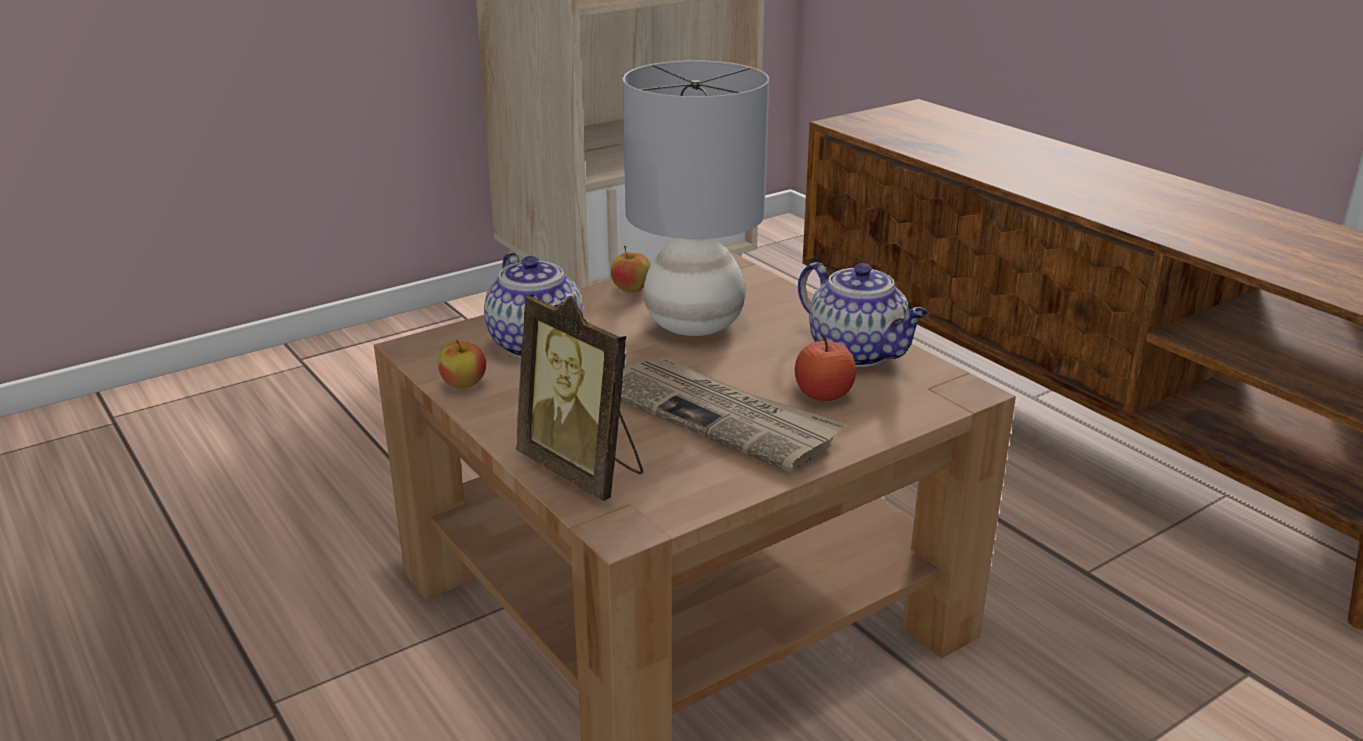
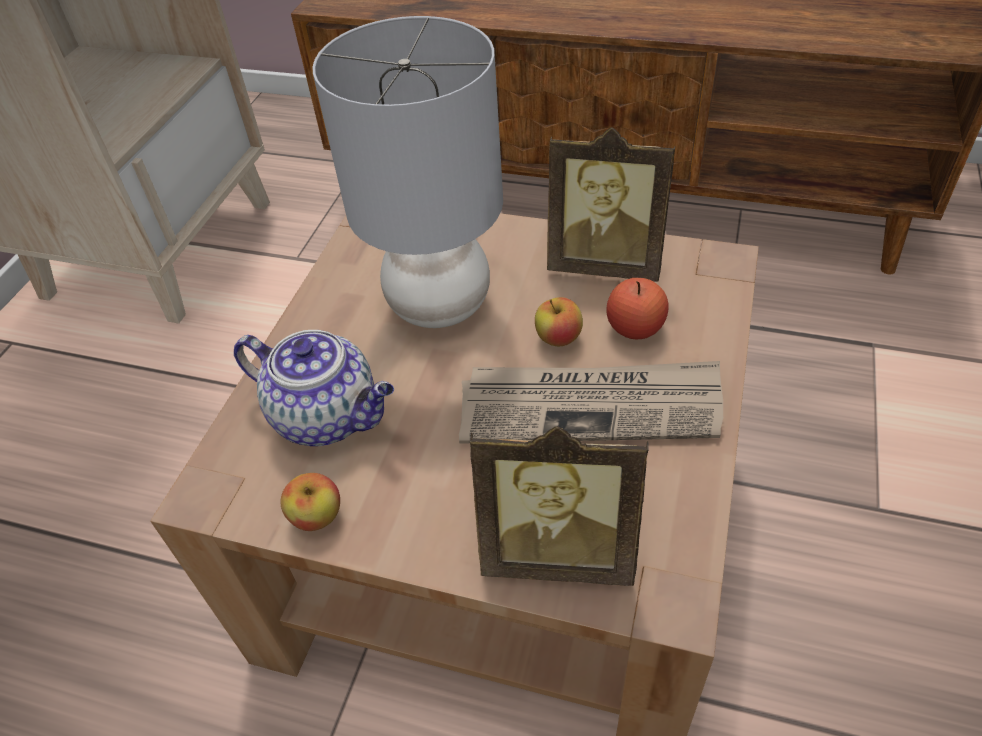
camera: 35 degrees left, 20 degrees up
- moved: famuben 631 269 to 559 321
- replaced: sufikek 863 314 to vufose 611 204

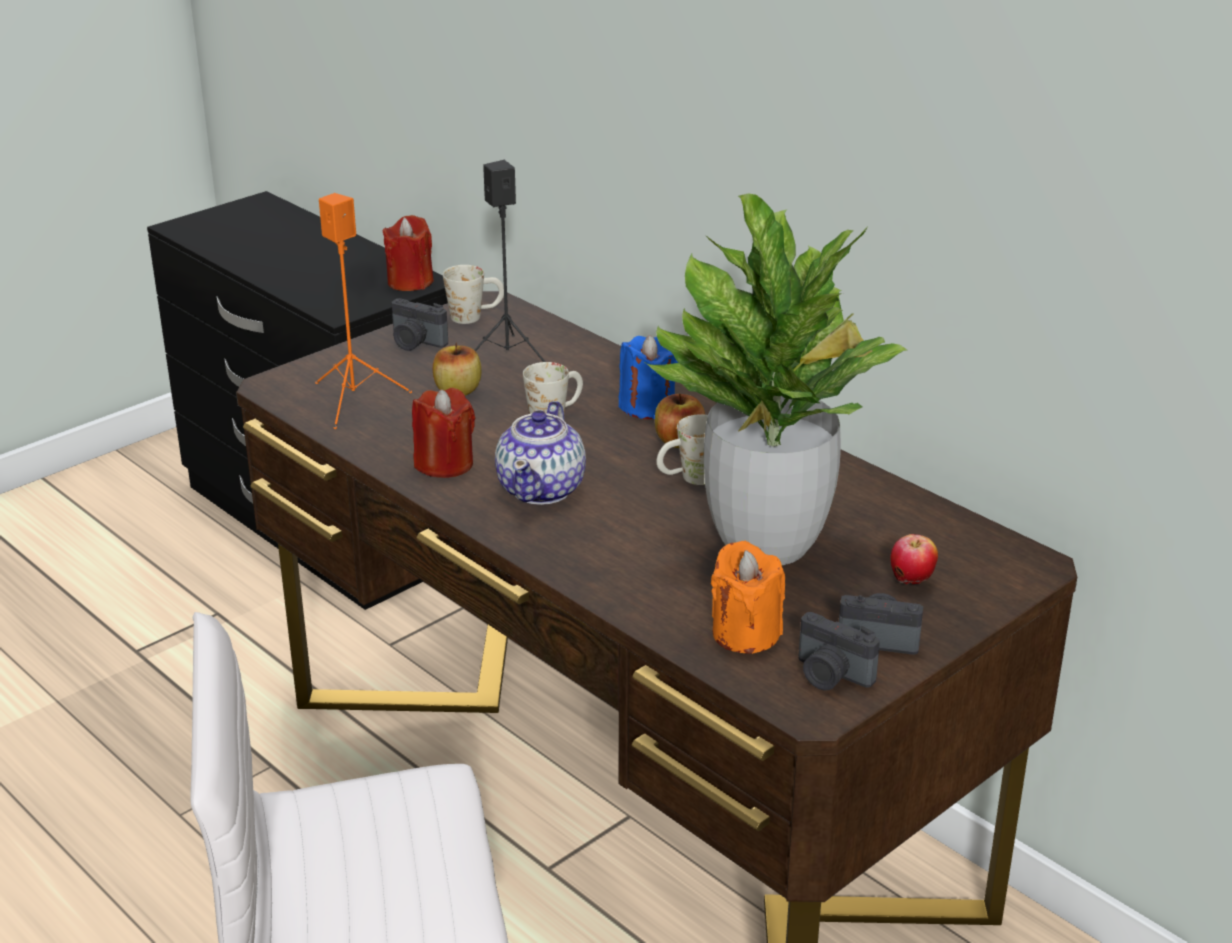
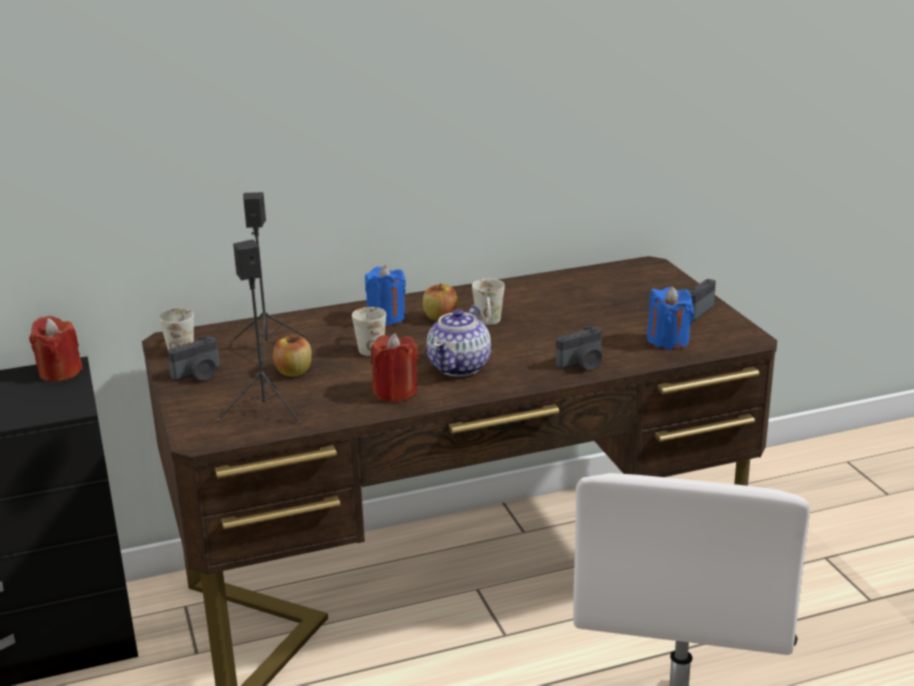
camera: 65 degrees left, 5 degrees down
- recoloured: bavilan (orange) 363 311 to bavilan (black) 259 331
- turned: sufikek 540 453 = 459 341 75 degrees clockwise
- removed: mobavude 776 379
- recoloured: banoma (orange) 748 597 to banoma (blue) 670 318
- moved: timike 839 651 to 579 348
- removed: famuben 914 559

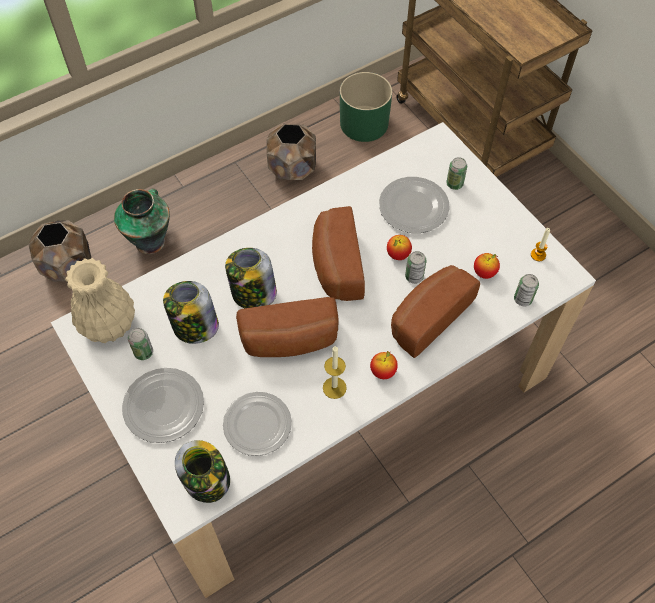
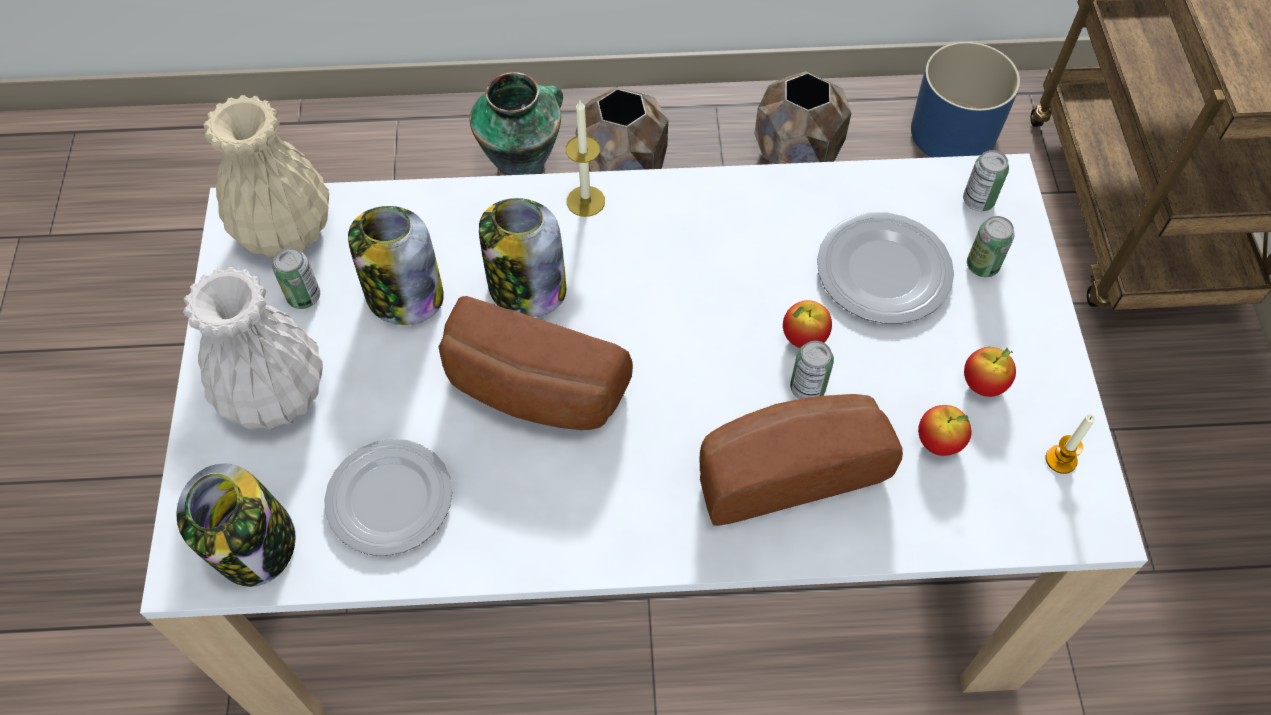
camera: 30 degrees right, 0 degrees up
- moved: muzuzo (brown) 59 251 to 622 129
- replaced: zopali 163 405 to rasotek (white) 253 348
- removed: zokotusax 338 253
- moved: banoma 335 372 to 585 158
- recoloured: muzuzo (green) 366 107 to muzuzo (blue) 965 100
- moved: famuben 384 365 to 990 372
- moved: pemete 526 290 to 986 180

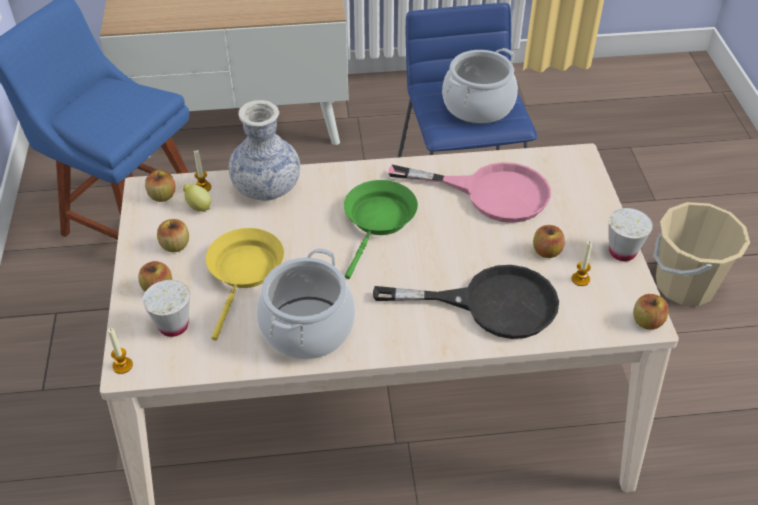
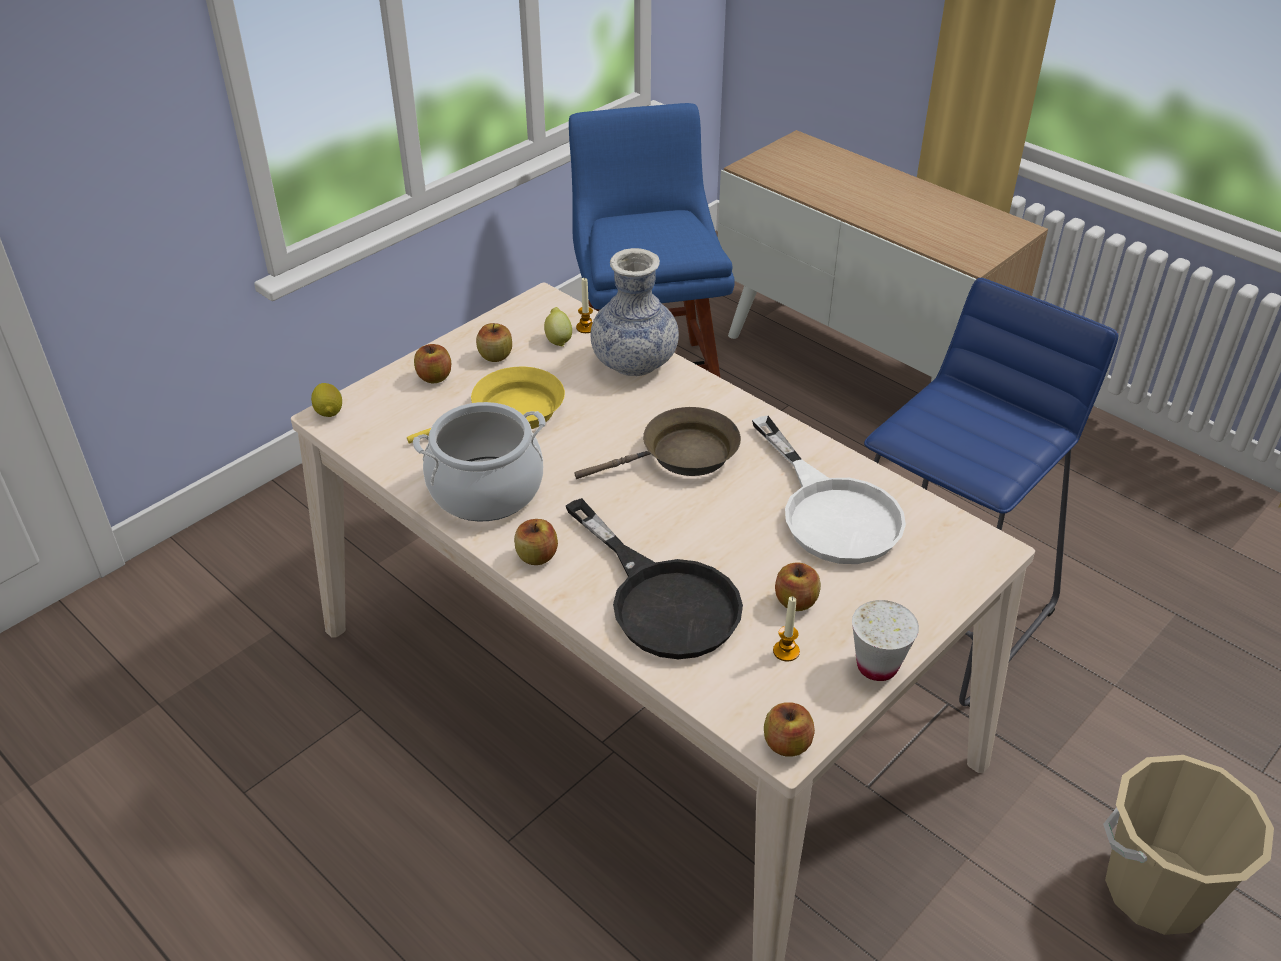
camera: 50 degrees right, 5 degrees down
- replaced: banoma 120 351 to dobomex 326 400
- removed: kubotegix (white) 166 308
- moved: famuben 160 186 to 536 542
- recoloured: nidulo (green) 381 229 to nidulo (brown) 657 443
- recoloured: nidulo (pink) 469 192 to nidulo (white) 829 489
- removed: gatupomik 480 86

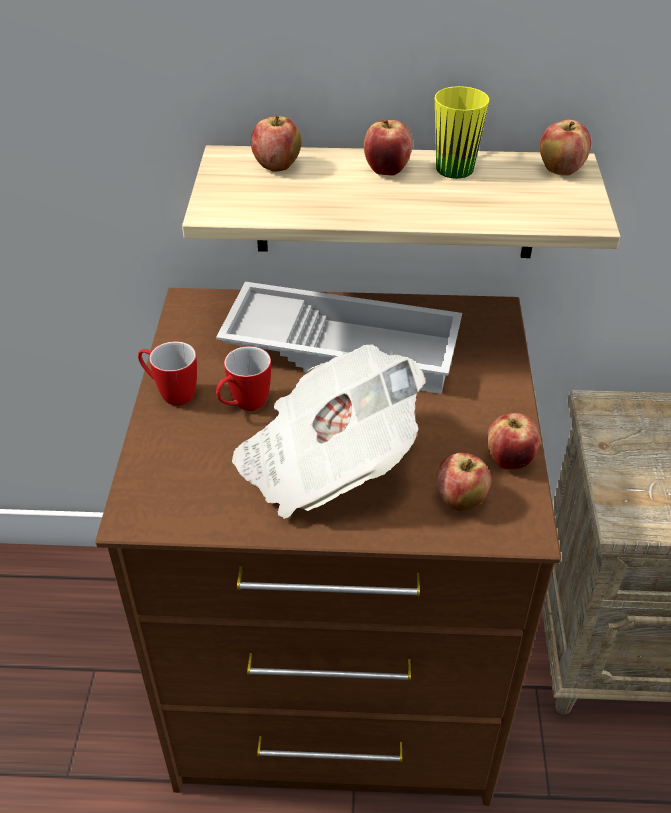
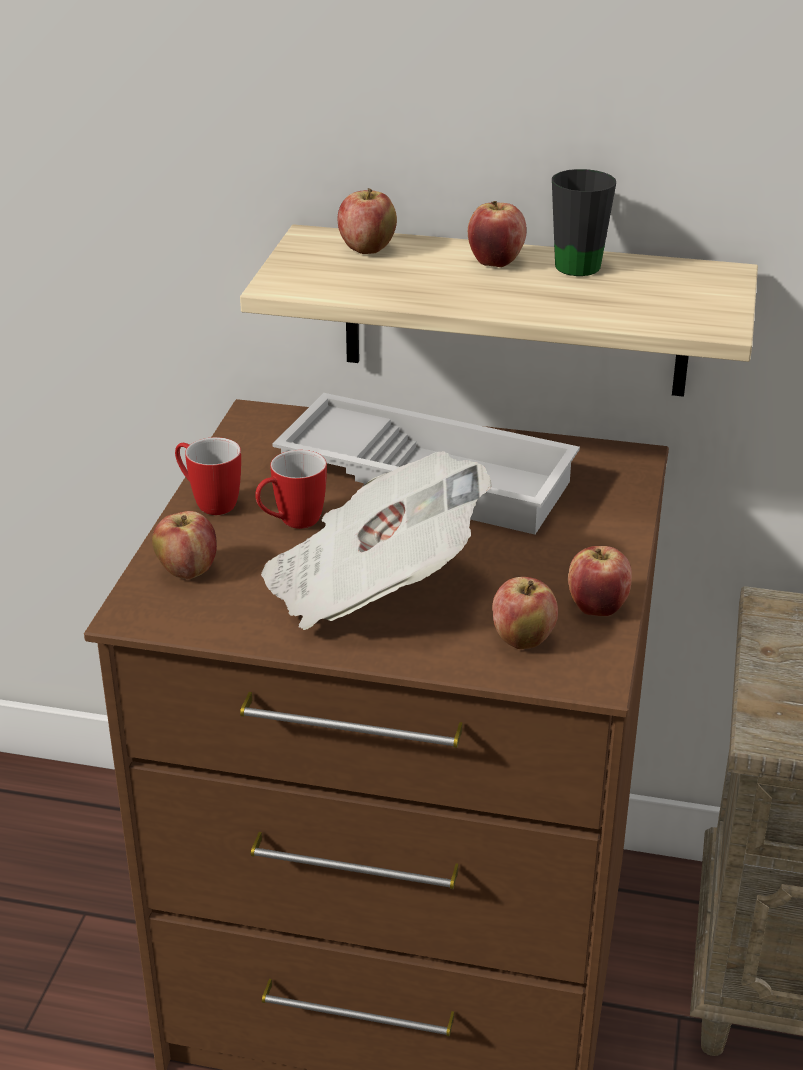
camera: 10 degrees right, 10 degrees down
- recoloured: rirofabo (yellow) 462 132 to rirofabo (black) 584 222
- moved: famuben 565 148 to 184 545

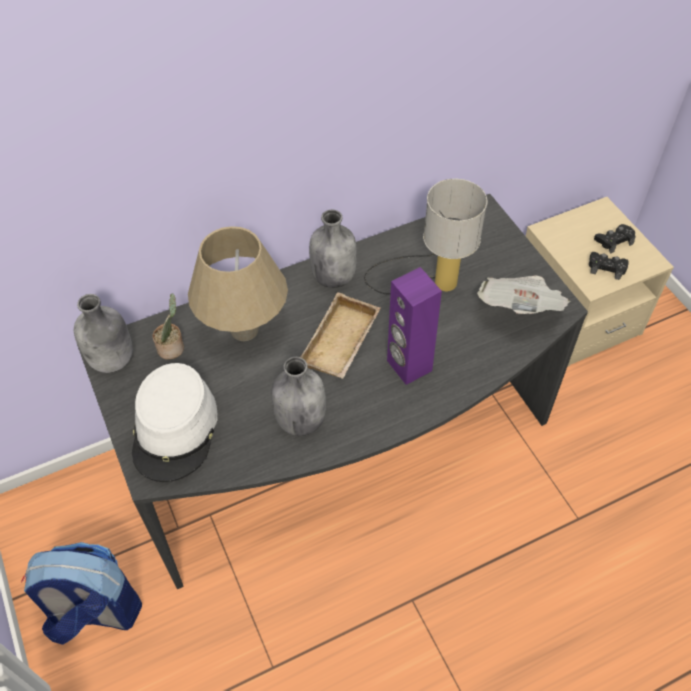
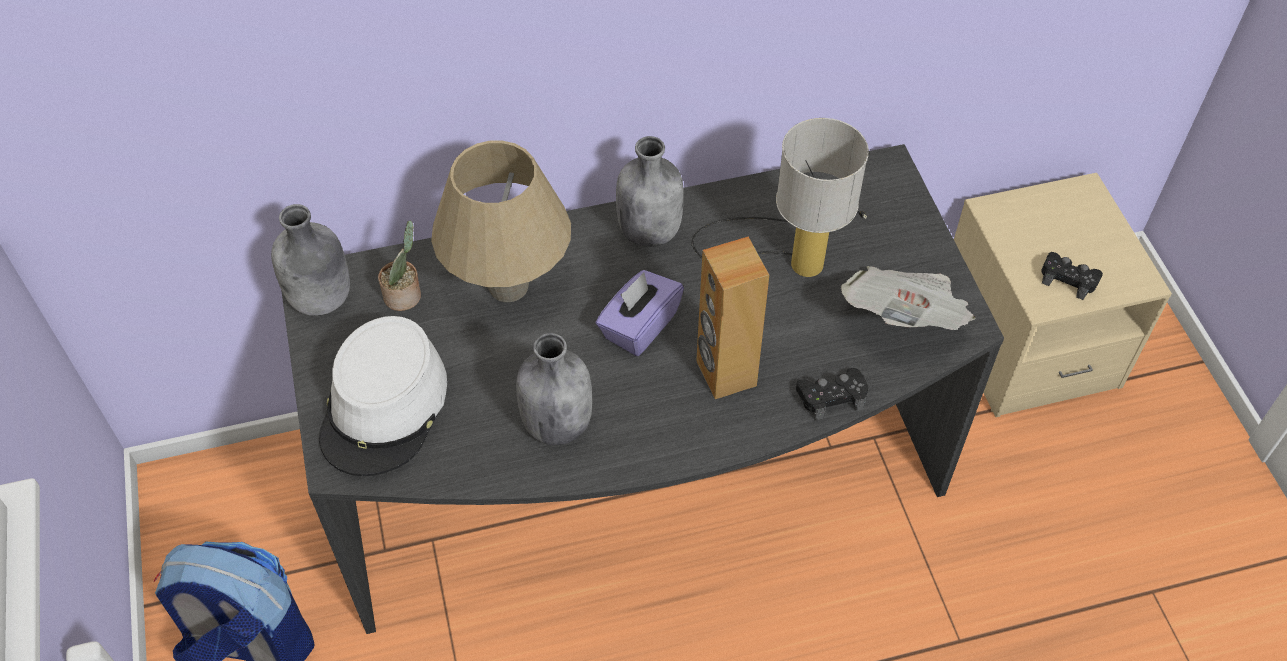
camera: 10 degrees right, 0 degrees up
- replaced: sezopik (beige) 340 335 to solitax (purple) 640 313
- recoloured: bavilan (purple) 414 326 to bavilan (brown) 732 318
- moved: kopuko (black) 615 239 to 832 394

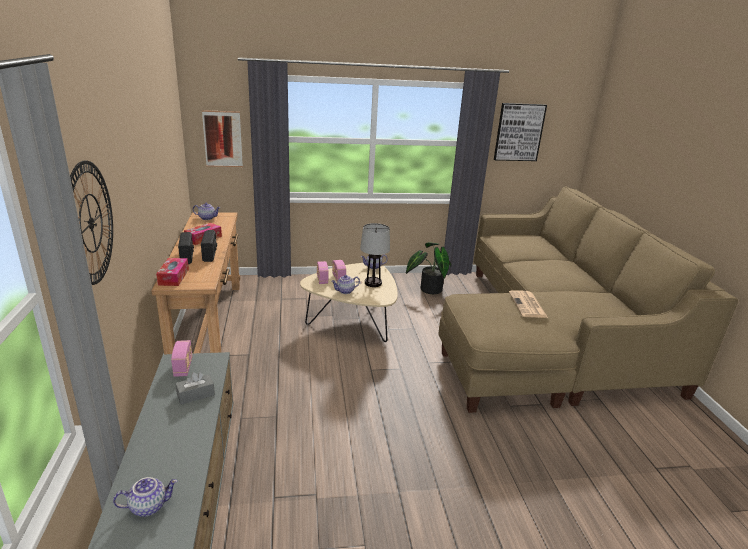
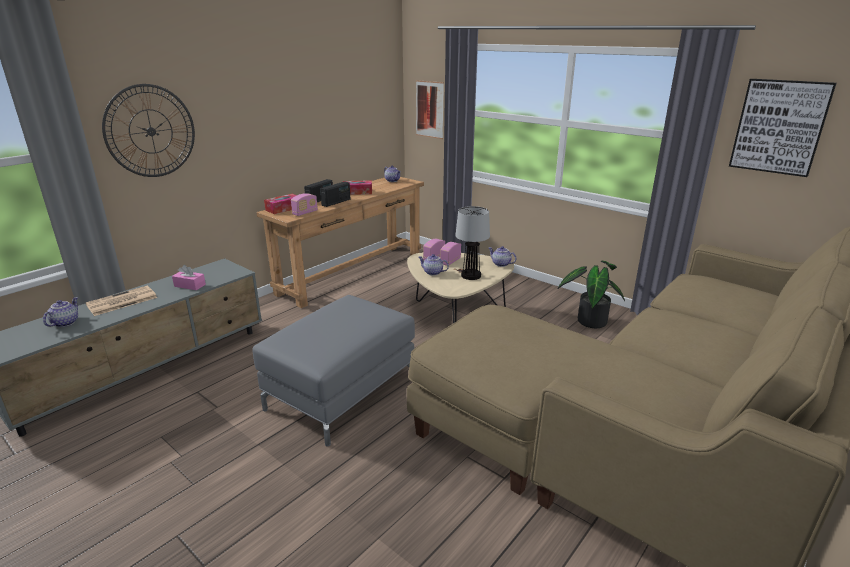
camera: 50 degrees right, 0 degrees up
- turned: sufikek 145 497 = 60 312 105 degrees counterclockwise
- moved: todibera 182 358 to 304 204
- recoloured: solitax (grey) 195 388 to solitax (pink) 189 277
- moved: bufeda 528 304 to 121 301
- added: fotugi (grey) 334 370

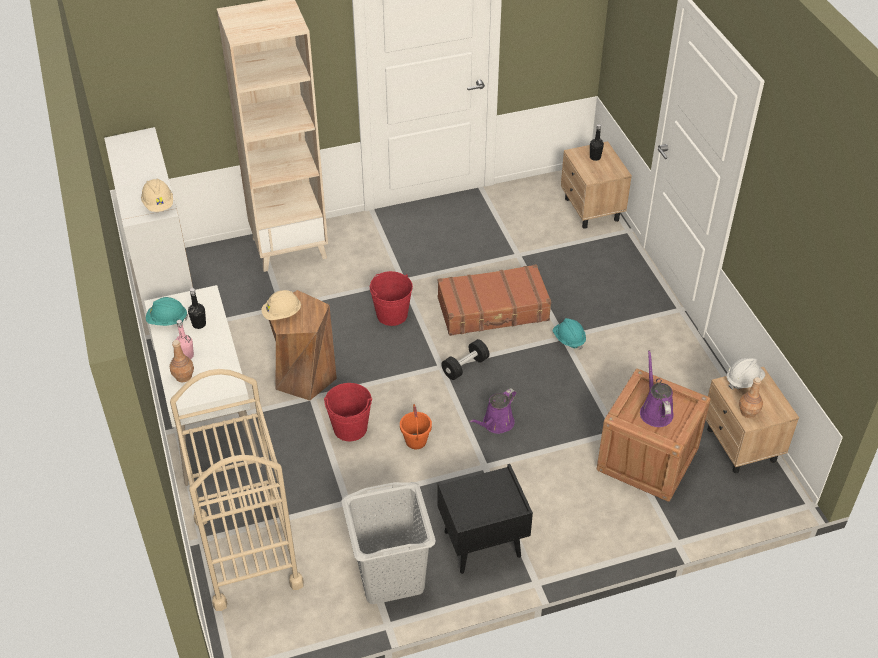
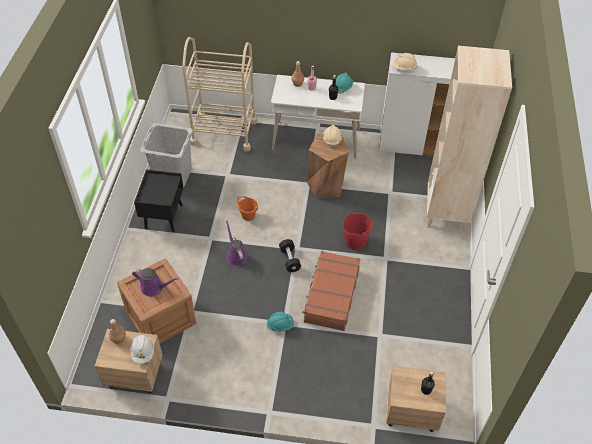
camera: 115 degrees right, 5 degrees up
- removed: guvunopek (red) 348 412

